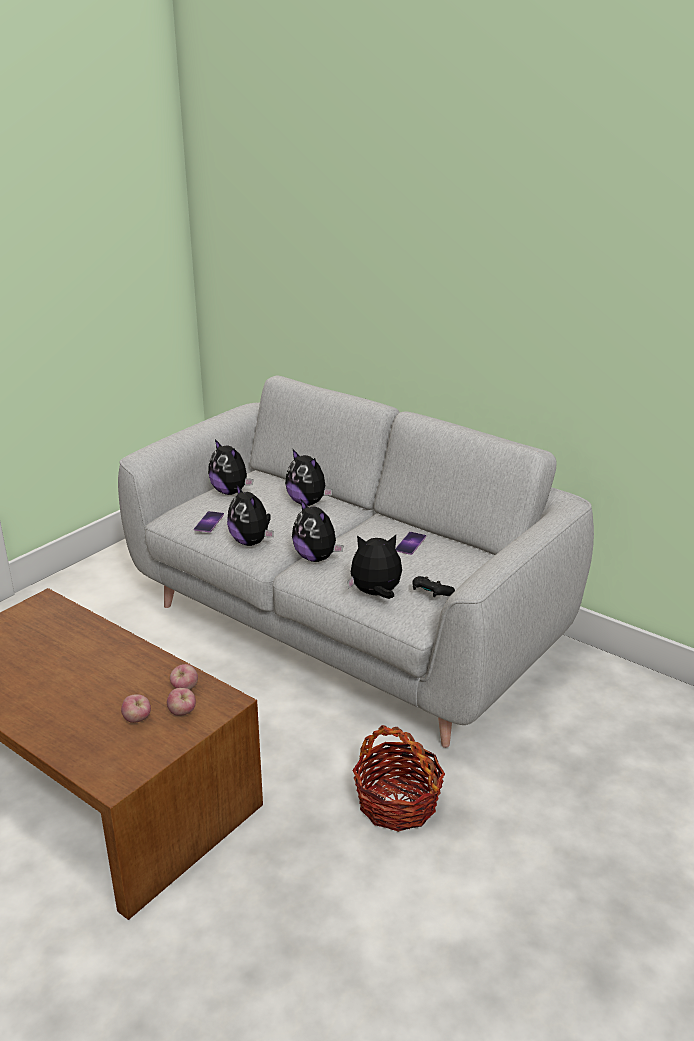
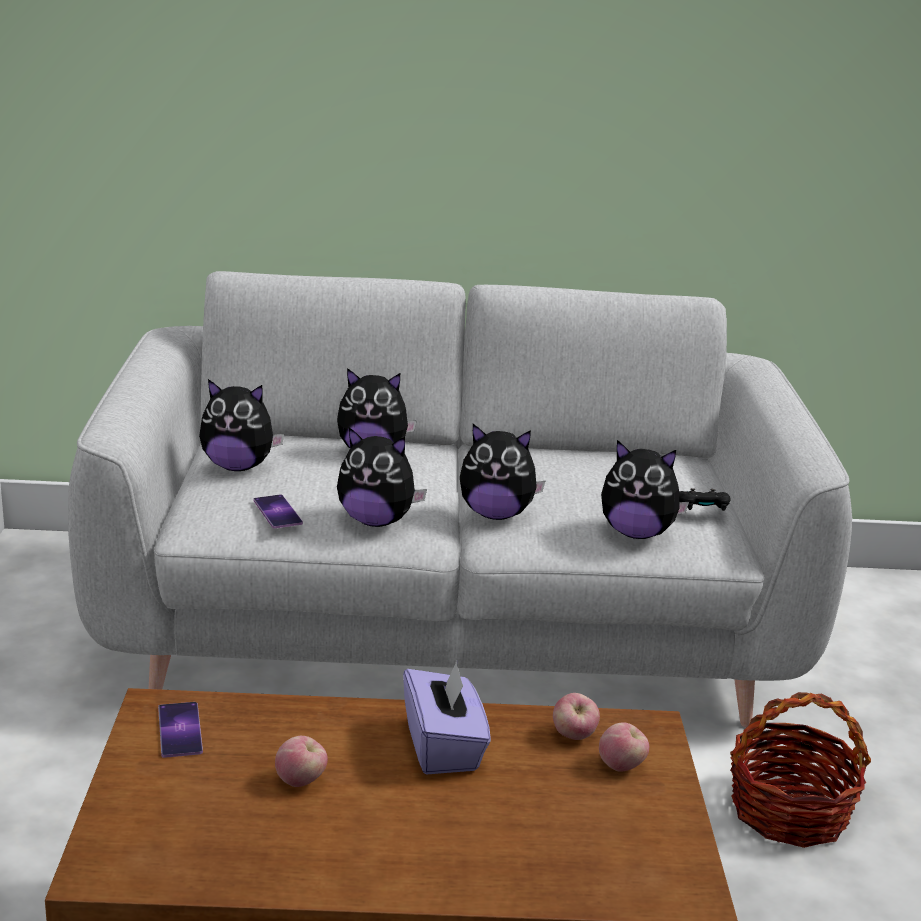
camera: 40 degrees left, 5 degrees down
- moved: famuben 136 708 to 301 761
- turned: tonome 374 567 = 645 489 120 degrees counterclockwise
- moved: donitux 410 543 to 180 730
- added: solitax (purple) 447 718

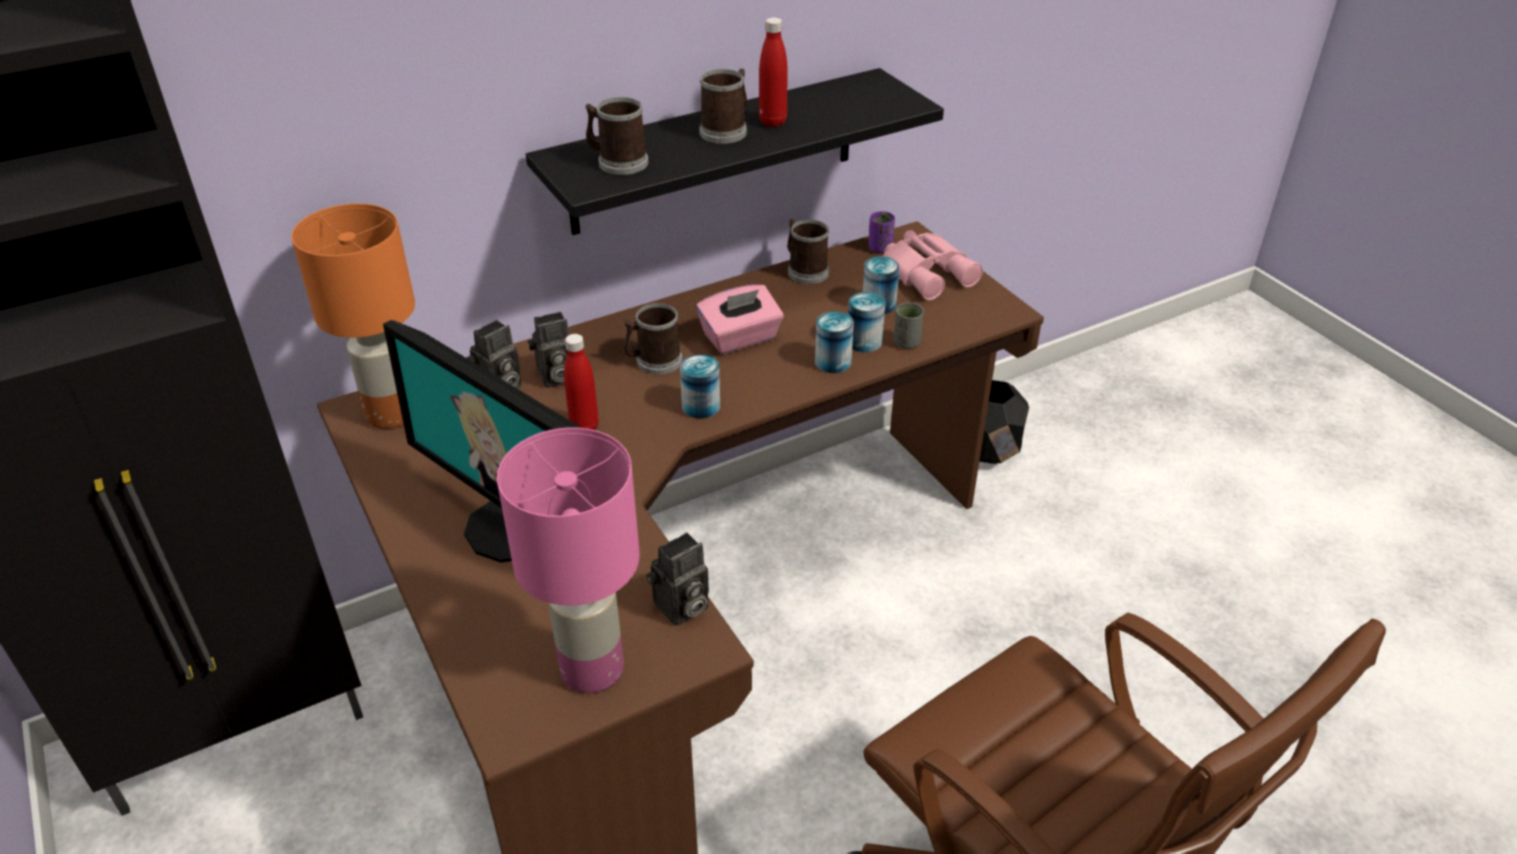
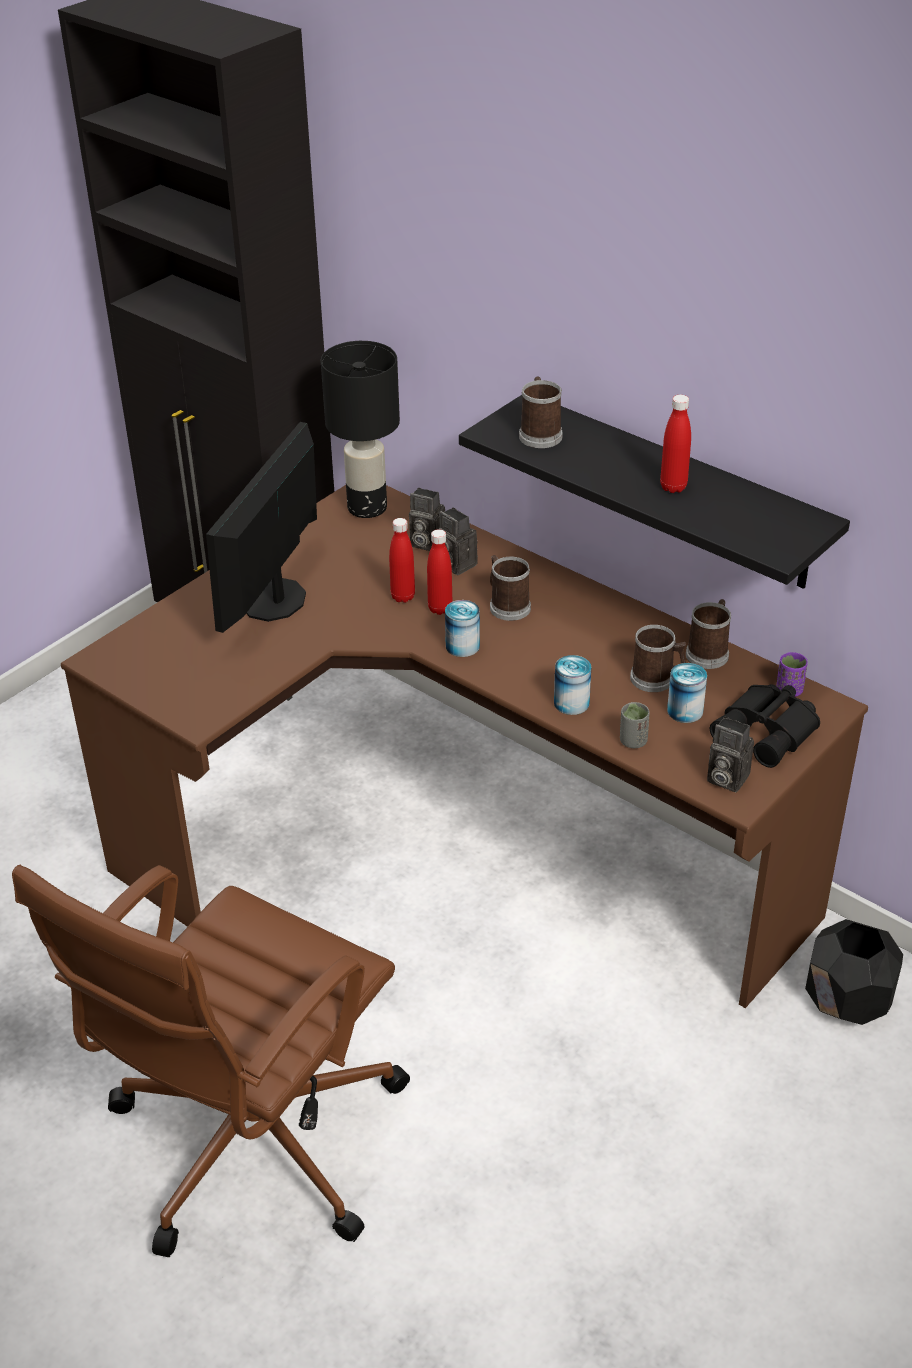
camera: 70 degrees right, 0 degrees up
- recoloured: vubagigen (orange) 353 316 to vubagigen (black) 360 429
- removed: vubagigen (pink) 568 560
- moved: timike 677 579 to 730 754
- removed: solitax (pink) 740 319
- moved: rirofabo 723 106 to 658 658
- removed: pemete 867 322
- recoloured: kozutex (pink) 933 265 to kozutex (black) 765 726
- added: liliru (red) 440 572

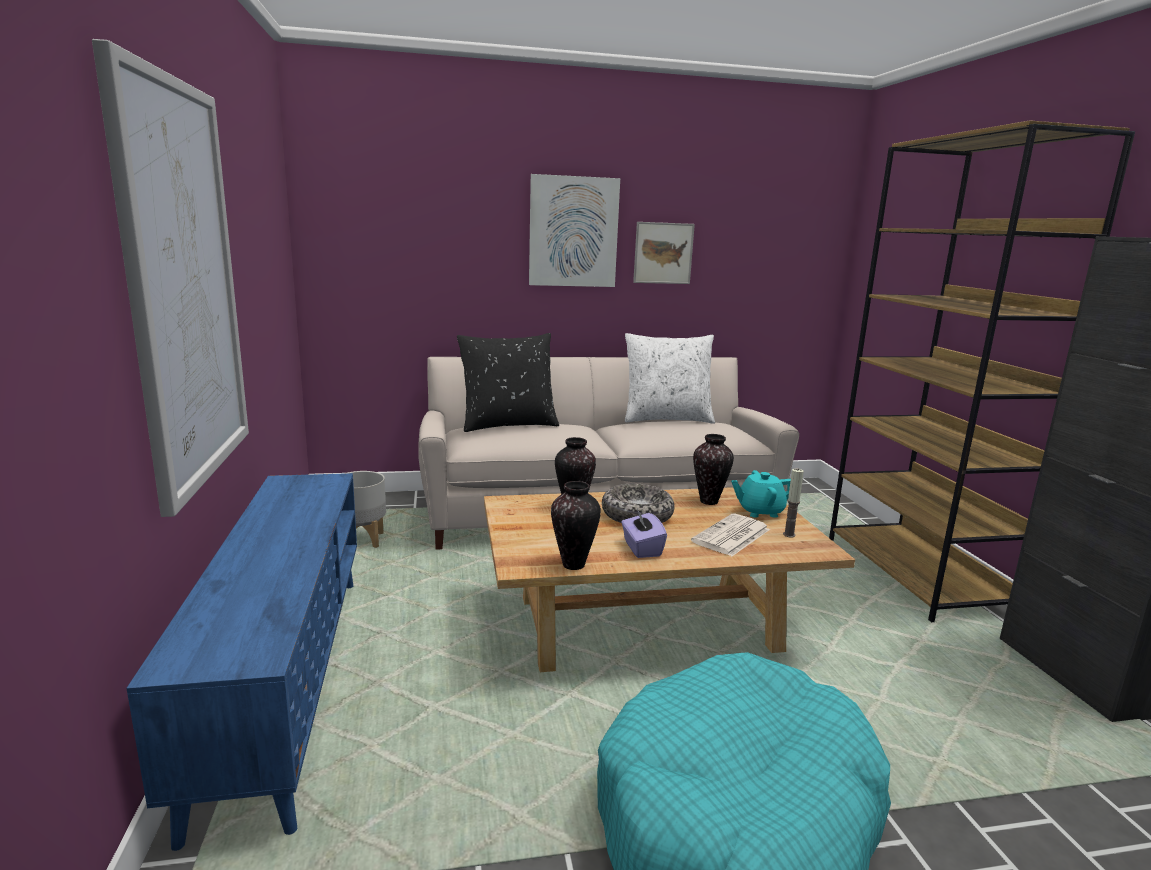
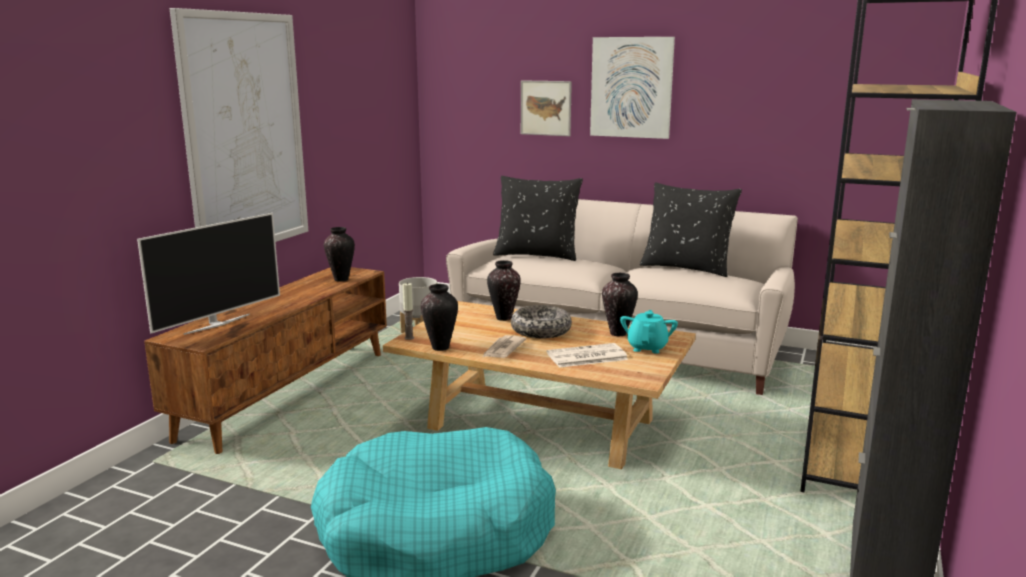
camera: 35 degrees right, 0 degrees up
- recoloured: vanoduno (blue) 241 662 to vanoduno (brown) 265 360
- replaced: solitax (purple) 644 533 to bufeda 504 346
- recoloured: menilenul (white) 670 378 to menilenul (black) 691 230
- moved: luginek 664 253 to 546 108
- turned: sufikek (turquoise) 761 494 = 649 332 75 degrees clockwise
- moved: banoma 793 503 to 408 311
- added: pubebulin 208 274
- added: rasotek 339 254

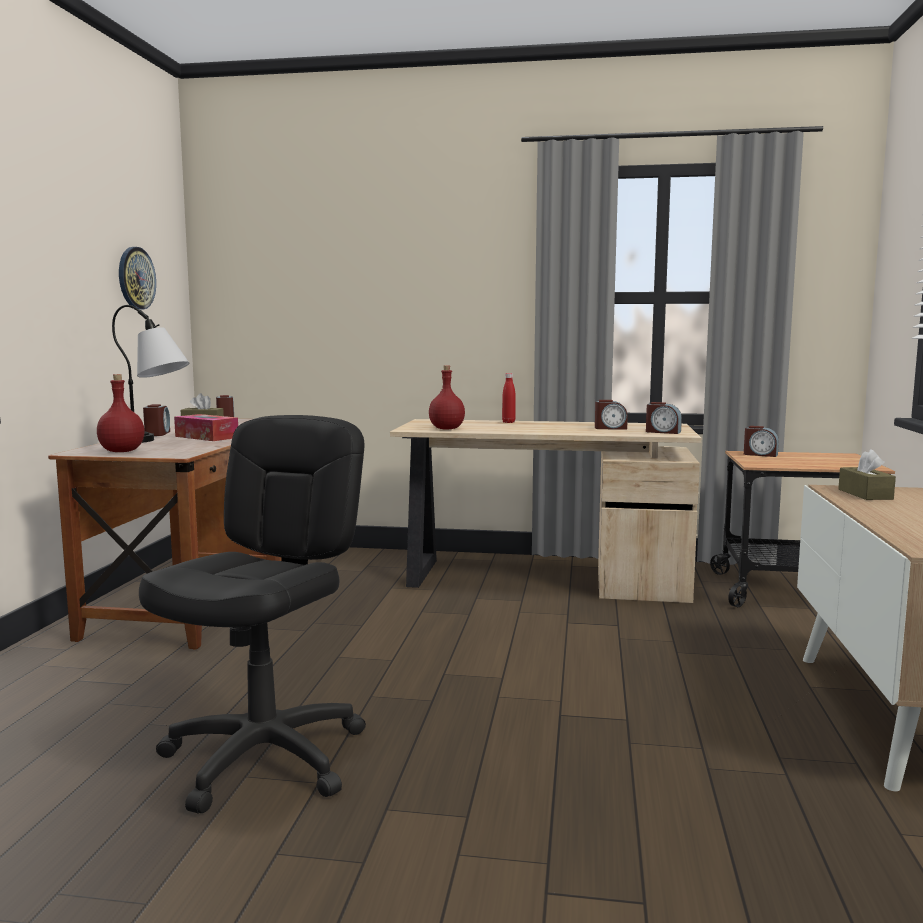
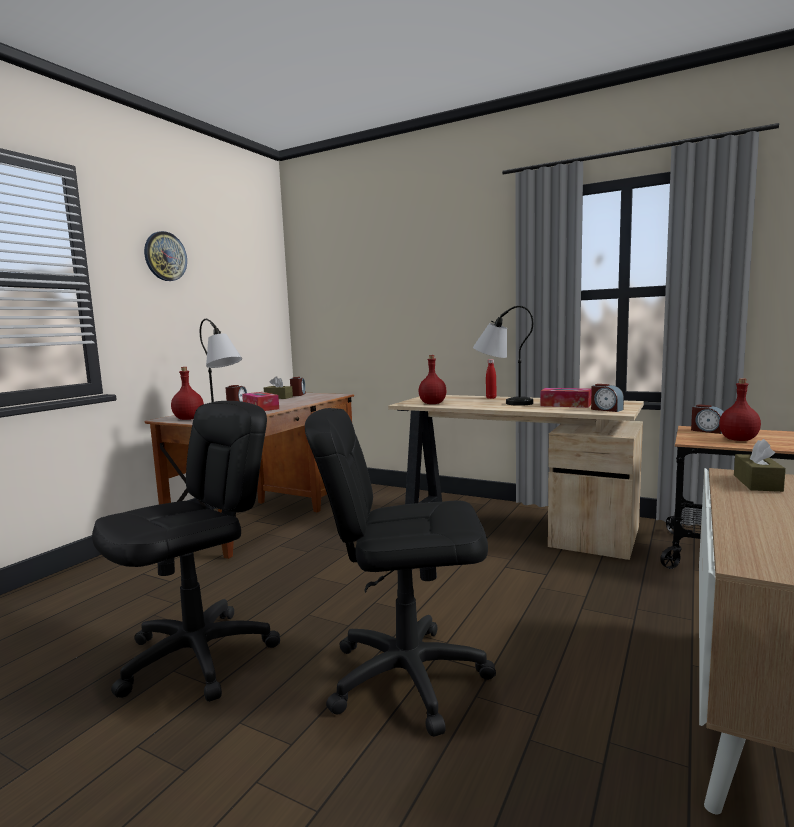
camera: 20 degrees right, 0 degrees up
- moved: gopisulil 137 278 to 165 256
- replaced: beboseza 611 415 to solitax 565 398
- added: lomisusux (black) 400 572
- added: vubagigen 503 356
- added: liliru (red) 740 409

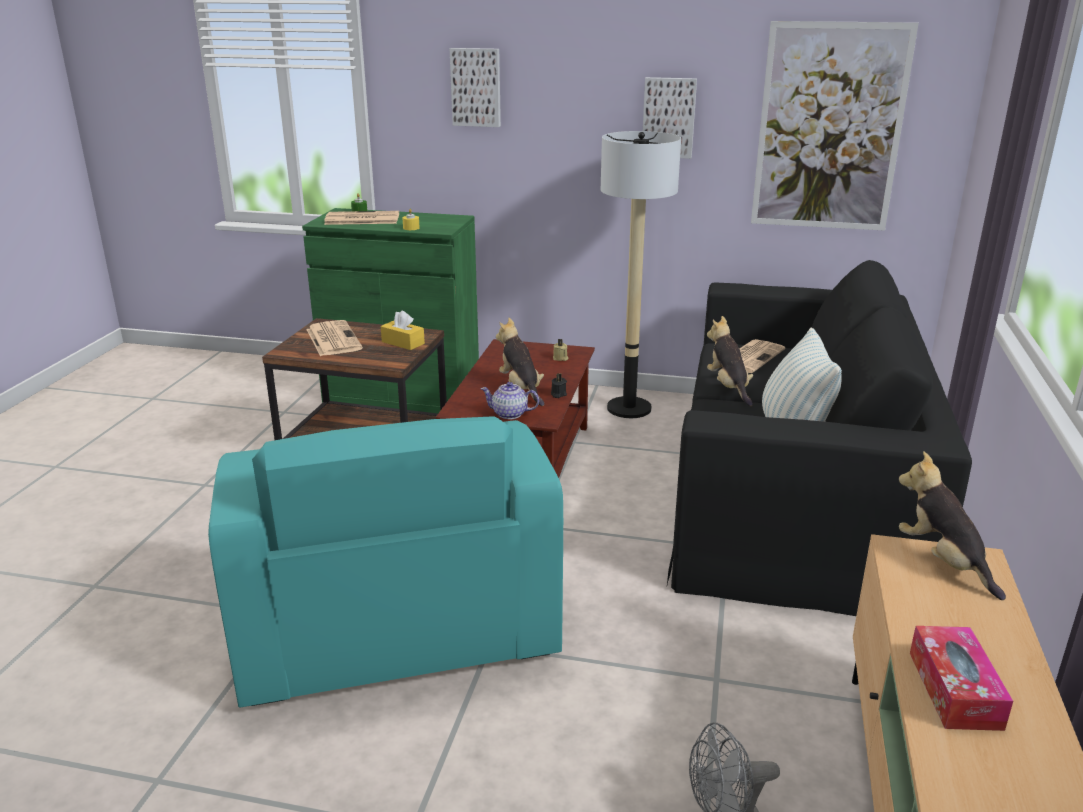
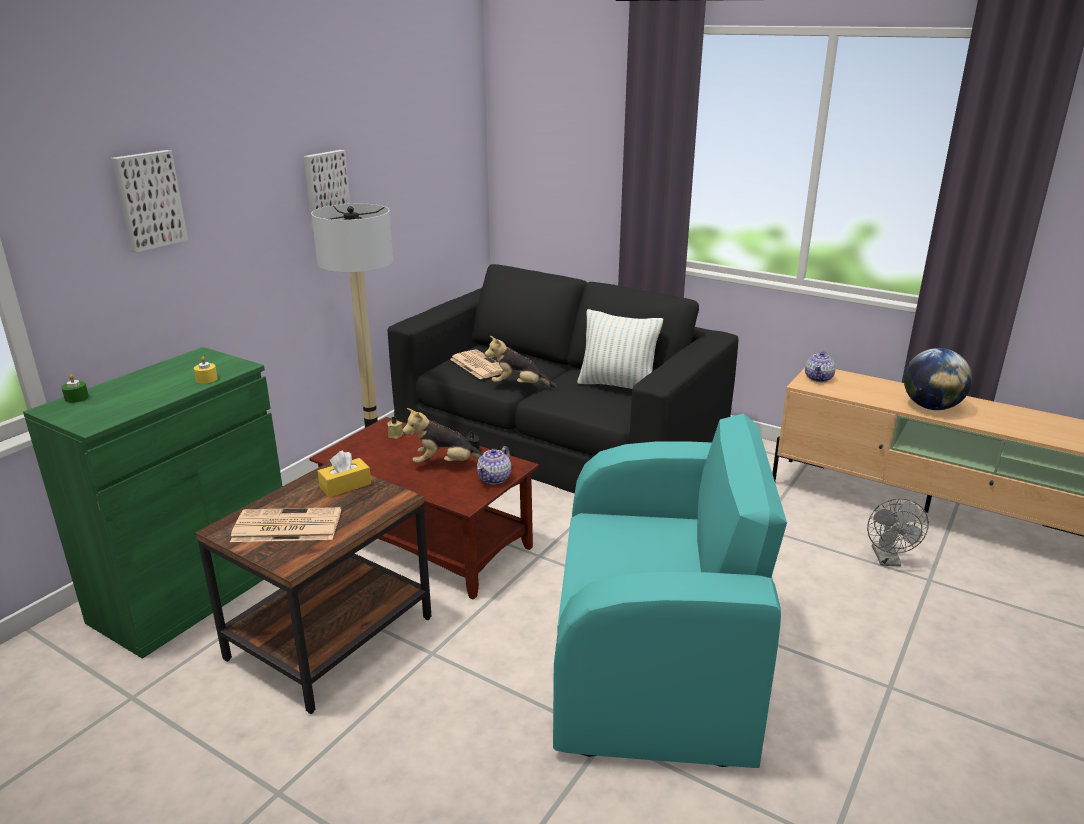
camera: 70 degrees left, 0 degrees up
- removed: bufeda 361 218
- removed: luginek 835 126
- replaced: tonome 952 526 to sufikek 820 366
- replaced: solitax 961 678 to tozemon 938 379

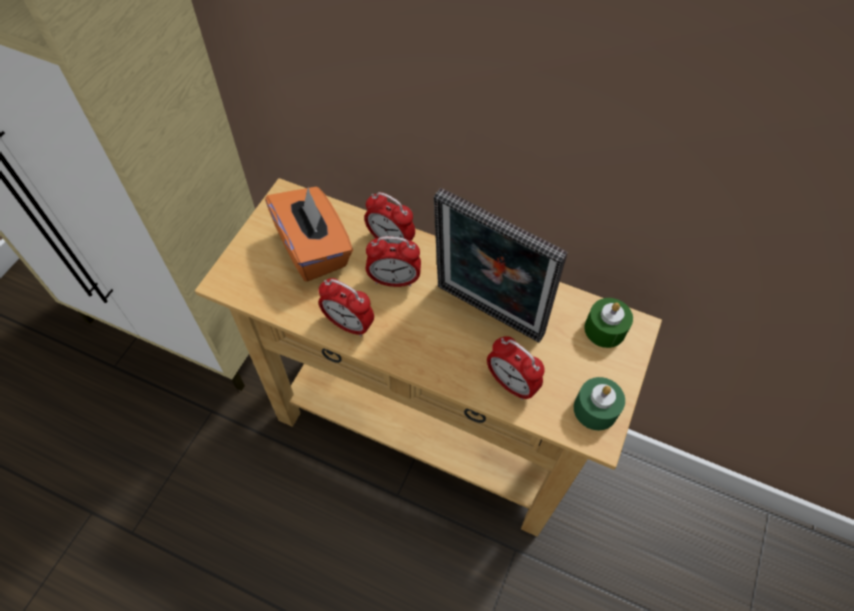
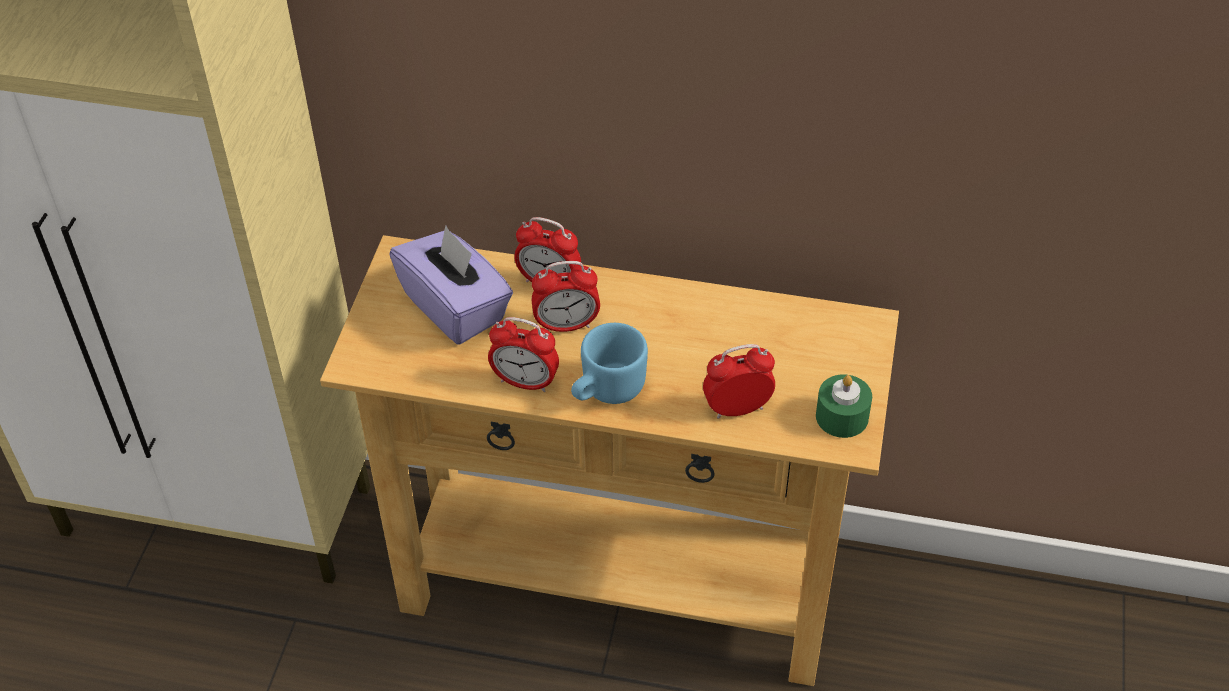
camera: 10 degrees left, 10 degrees down
- recoloured: solitax (orange) 309 234 to solitax (purple) 451 285
- removed: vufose 500 265
- turned: beboseza 515 368 = 739 381 135 degrees clockwise
- removed: banoma (green) 608 323
- added: rirofabo (blue) 609 363

